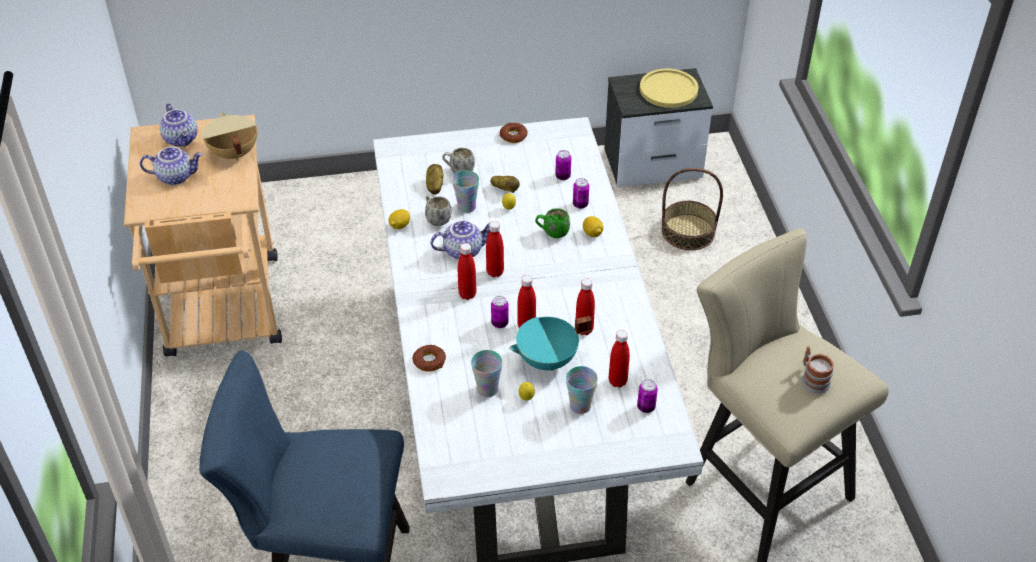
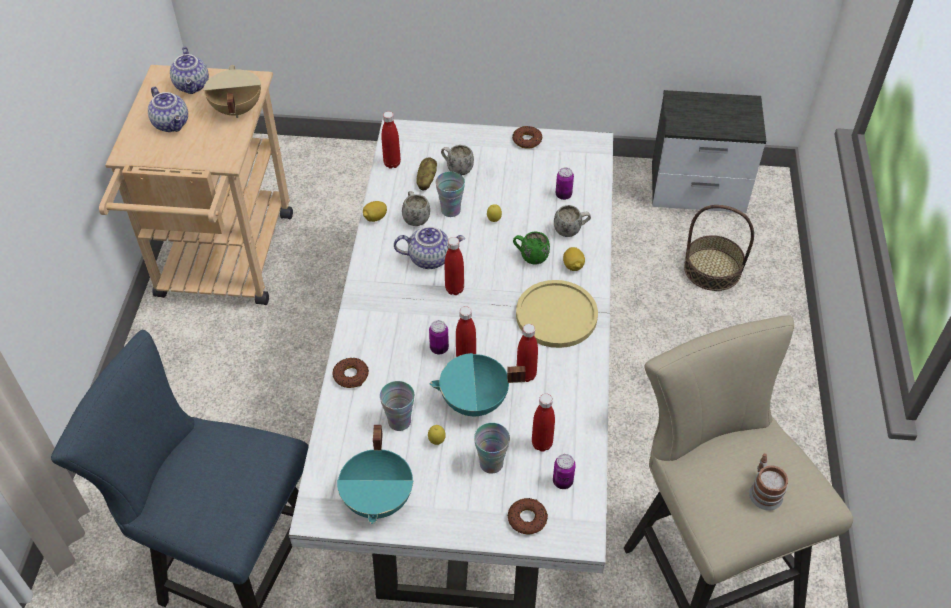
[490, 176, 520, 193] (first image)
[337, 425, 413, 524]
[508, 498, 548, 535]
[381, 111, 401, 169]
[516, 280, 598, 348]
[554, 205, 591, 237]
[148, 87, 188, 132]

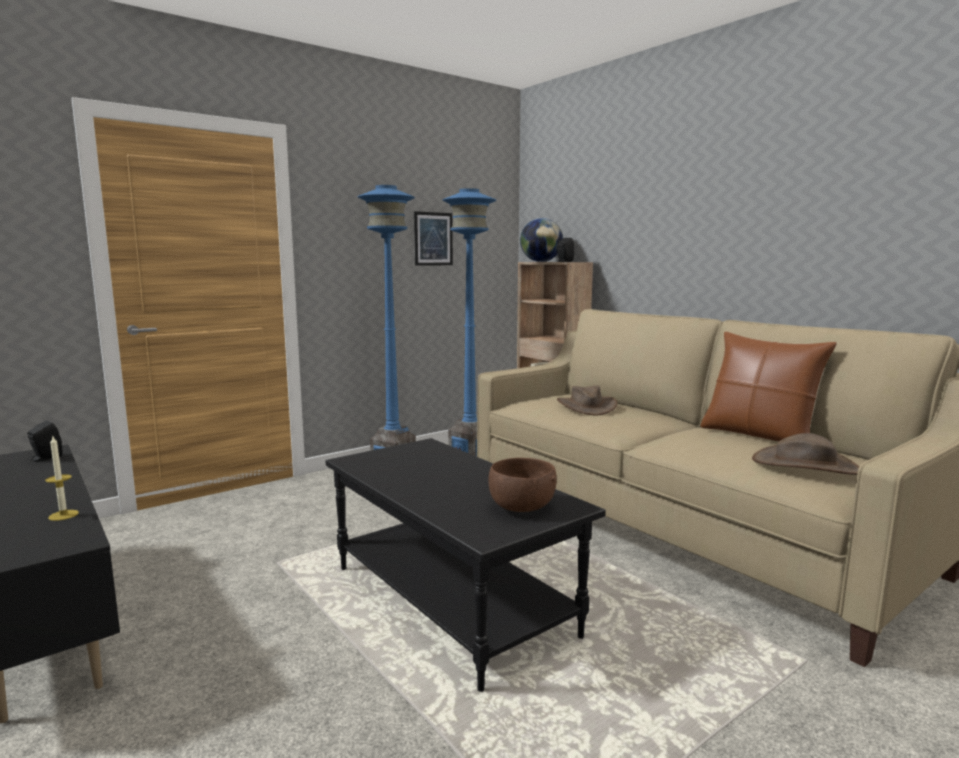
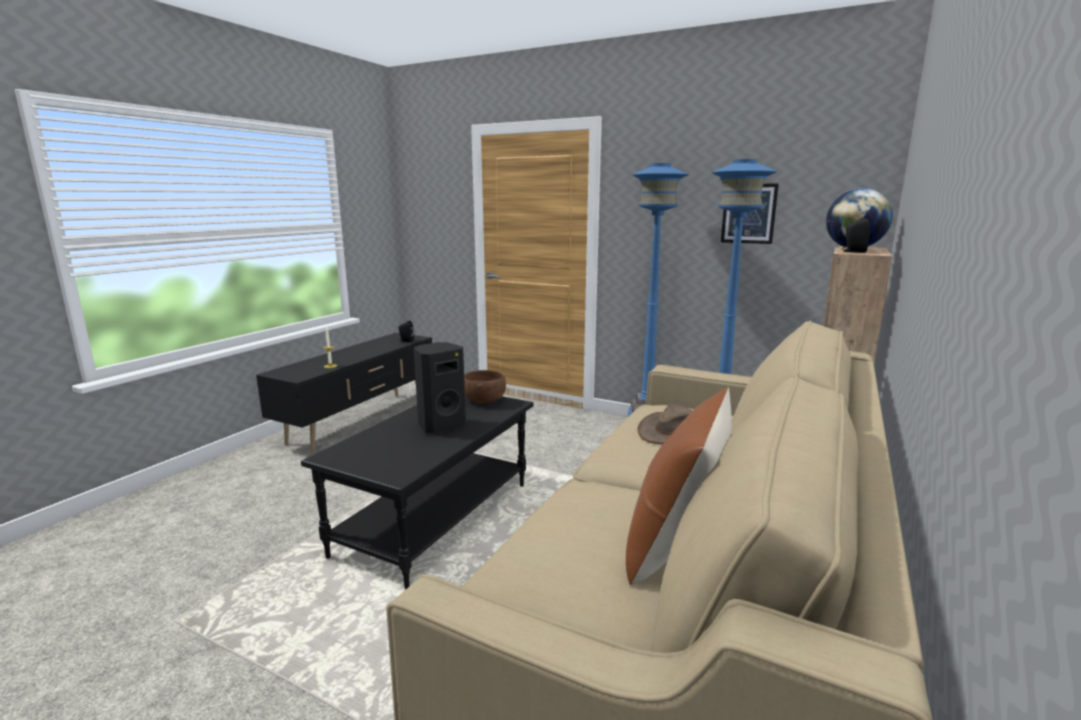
[752, 433, 859, 475] (first image)
[414, 342, 466, 434]
[464, 370, 506, 403]

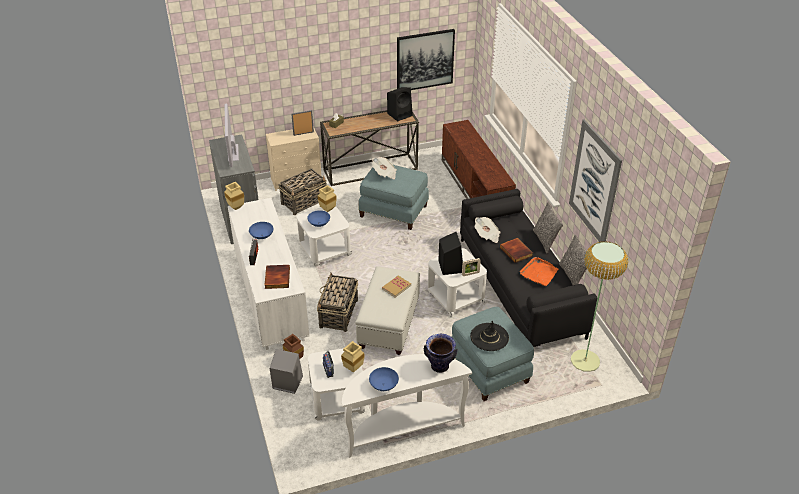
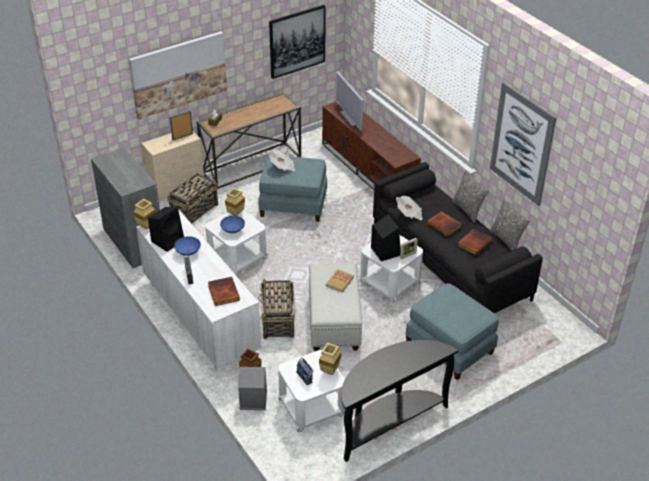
[369, 367, 399, 391] (first image)
[424, 334, 458, 373] (first image)
[470, 321, 509, 351] (first image)
[571, 241, 628, 371] (first image)
[129, 31, 227, 119]
[336, 72, 364, 130]
[148, 207, 184, 252]
[458, 229, 492, 256]
[341, 340, 458, 462]

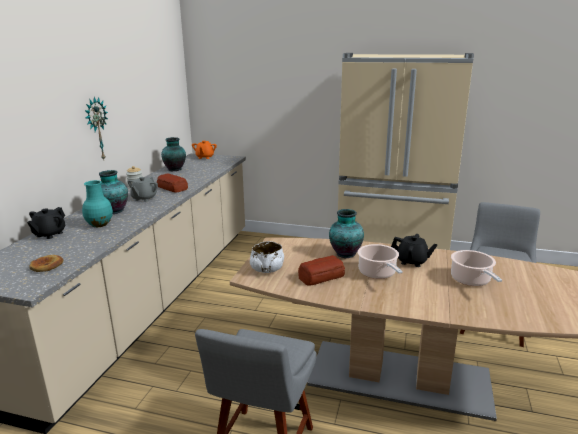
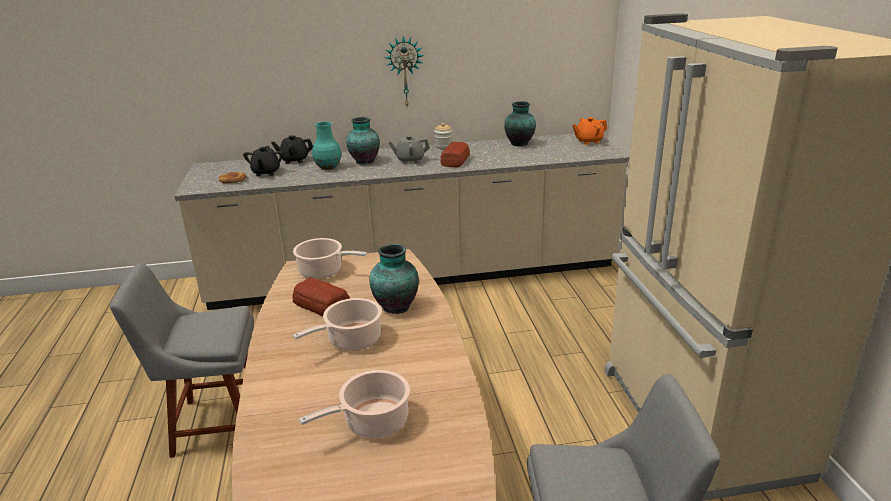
[243, 146, 284, 176]
[293, 238, 367, 279]

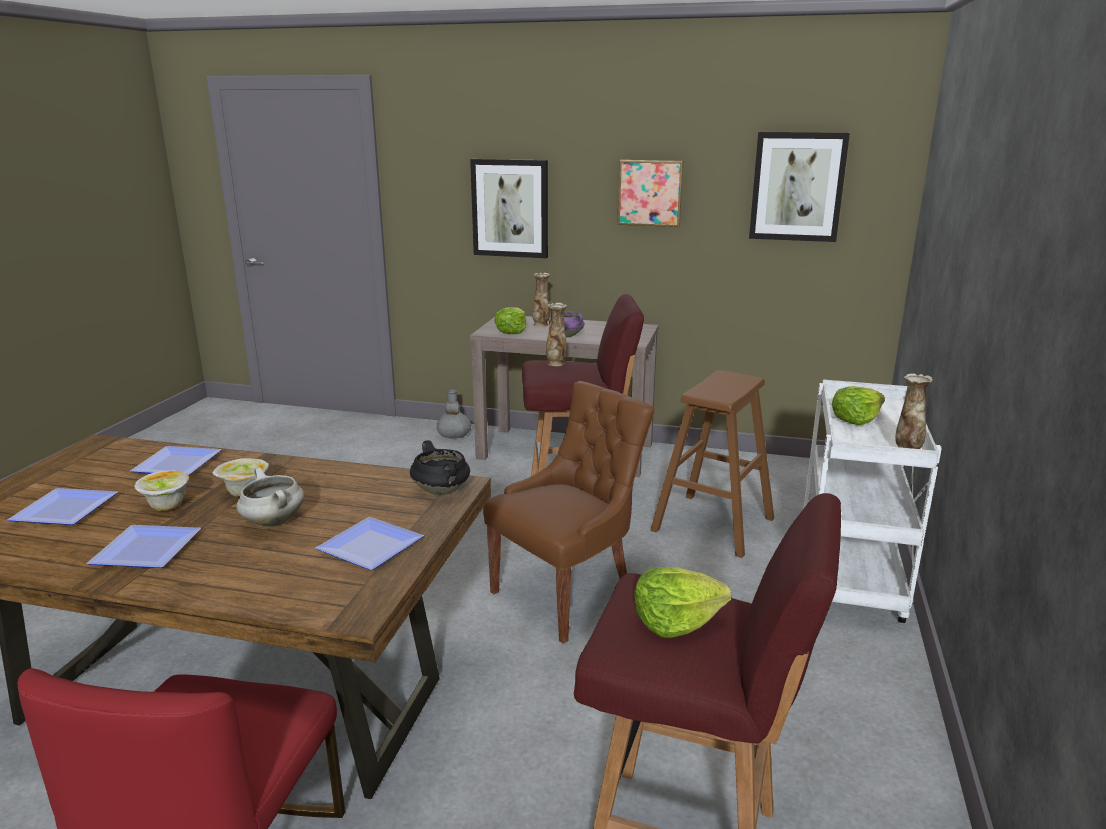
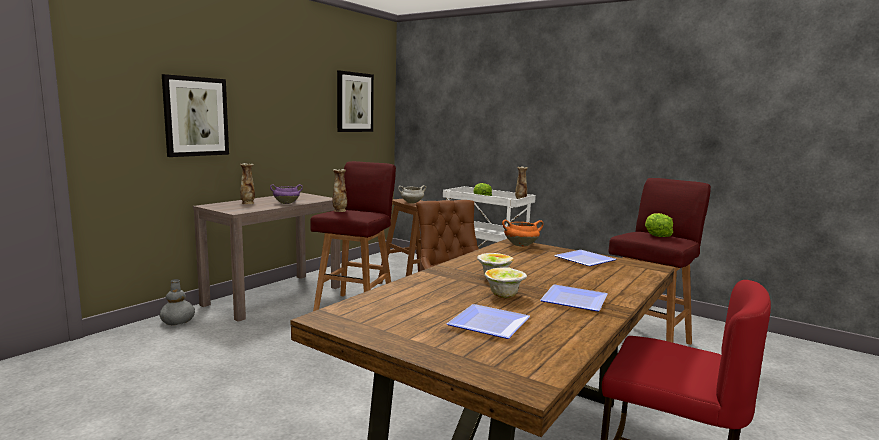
[130, 446, 222, 475] (first image)
[494, 307, 526, 334] (first image)
[617, 160, 684, 227] (first image)
[398, 185, 426, 203]
[502, 220, 543, 247]

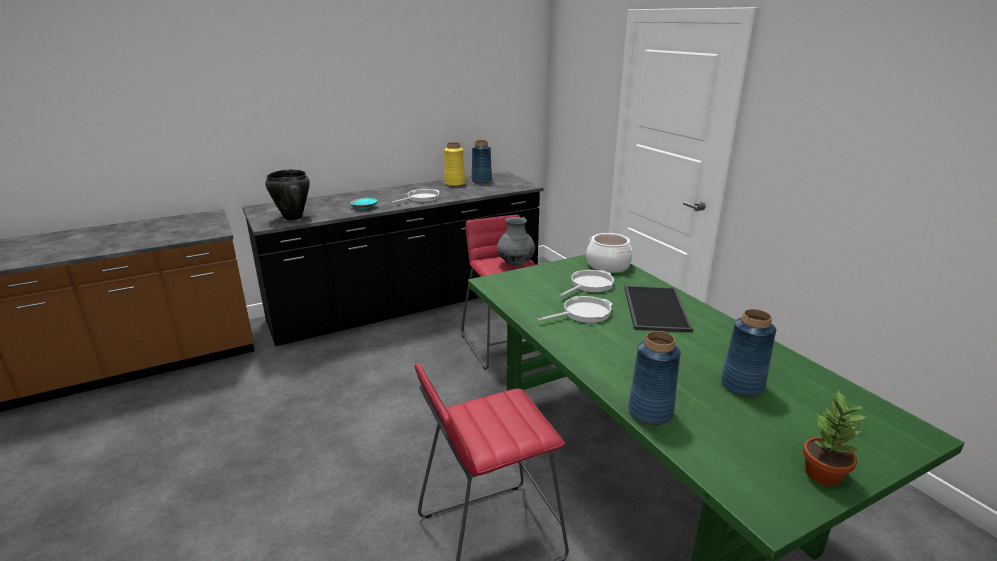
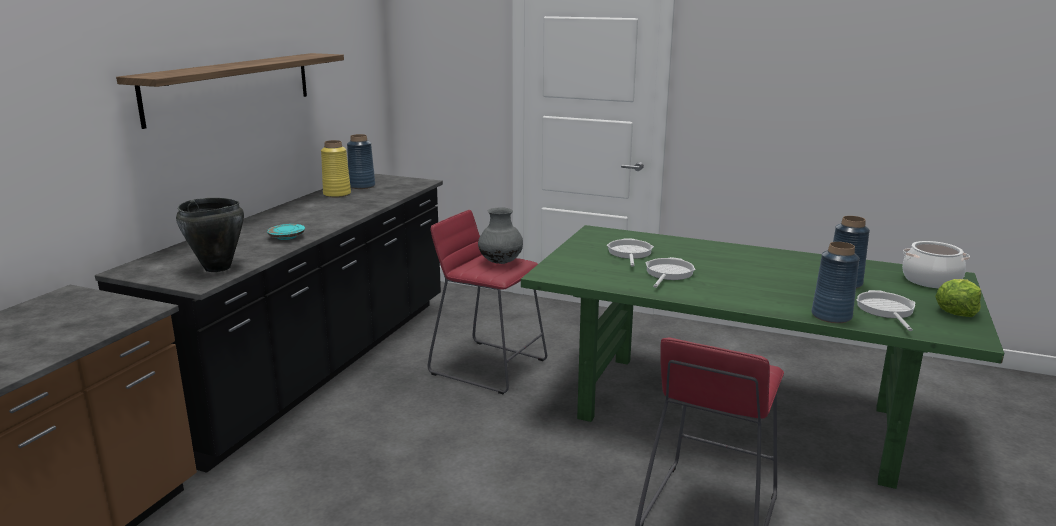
[624, 286, 693, 332] (first image)
[116, 53, 344, 129]
[857, 290, 915, 331]
[902, 241, 970, 288]
[935, 279, 981, 317]

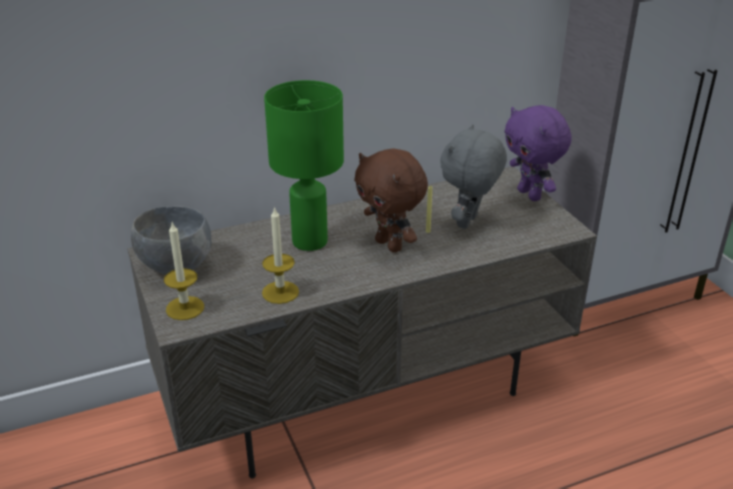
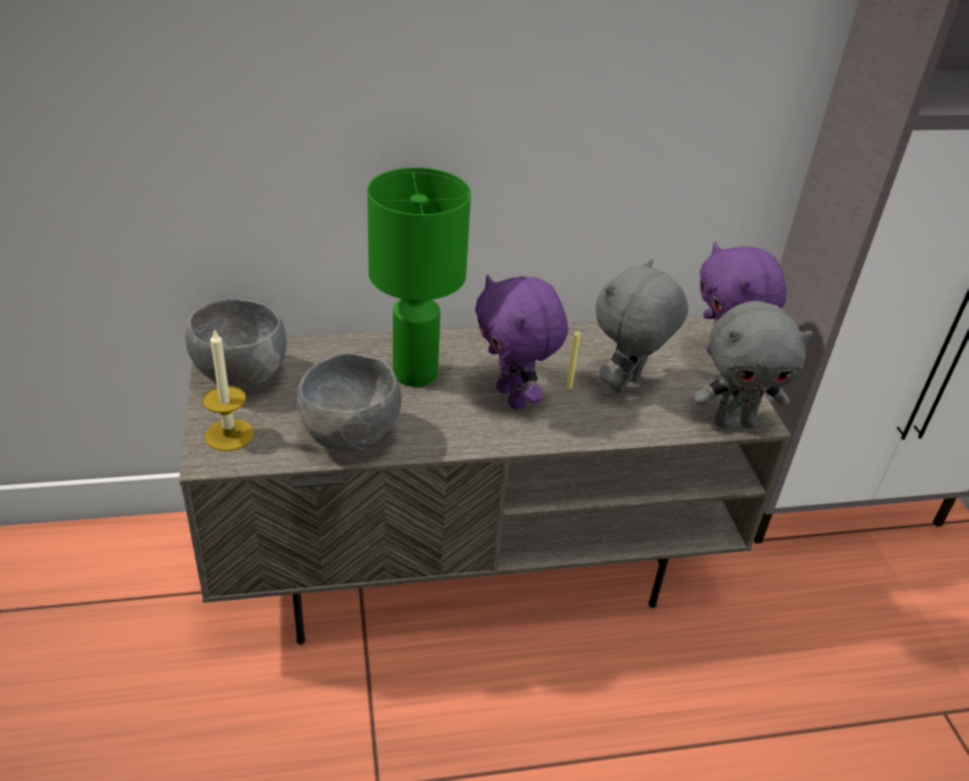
[693, 301, 813, 429]
[297, 353, 401, 452]
[475, 275, 568, 409]

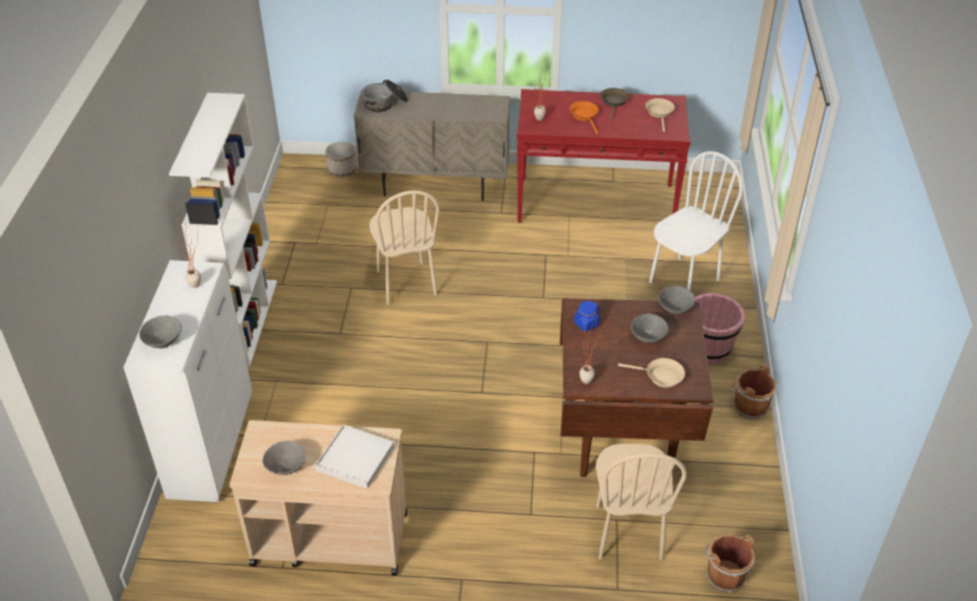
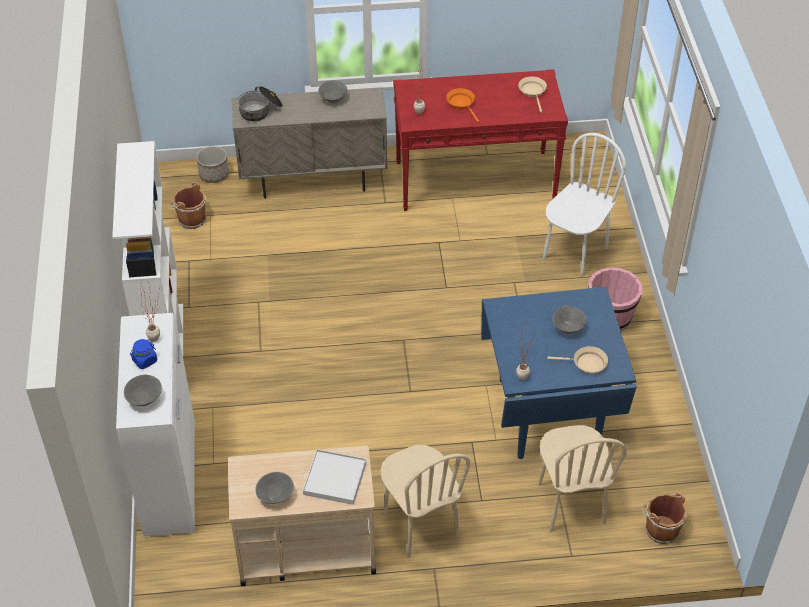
[600, 88, 629, 120] (first image)
[380, 445, 471, 558]
[130, 339, 157, 369]
[318, 80, 347, 103]
[170, 182, 207, 229]
[481, 287, 637, 459]

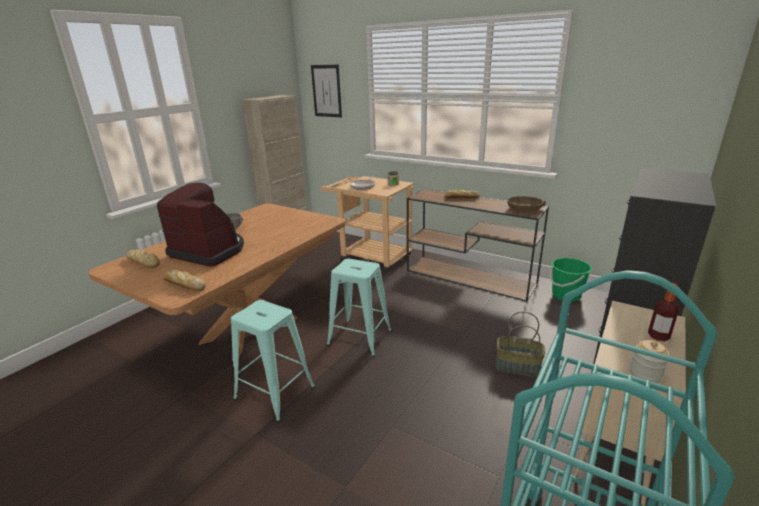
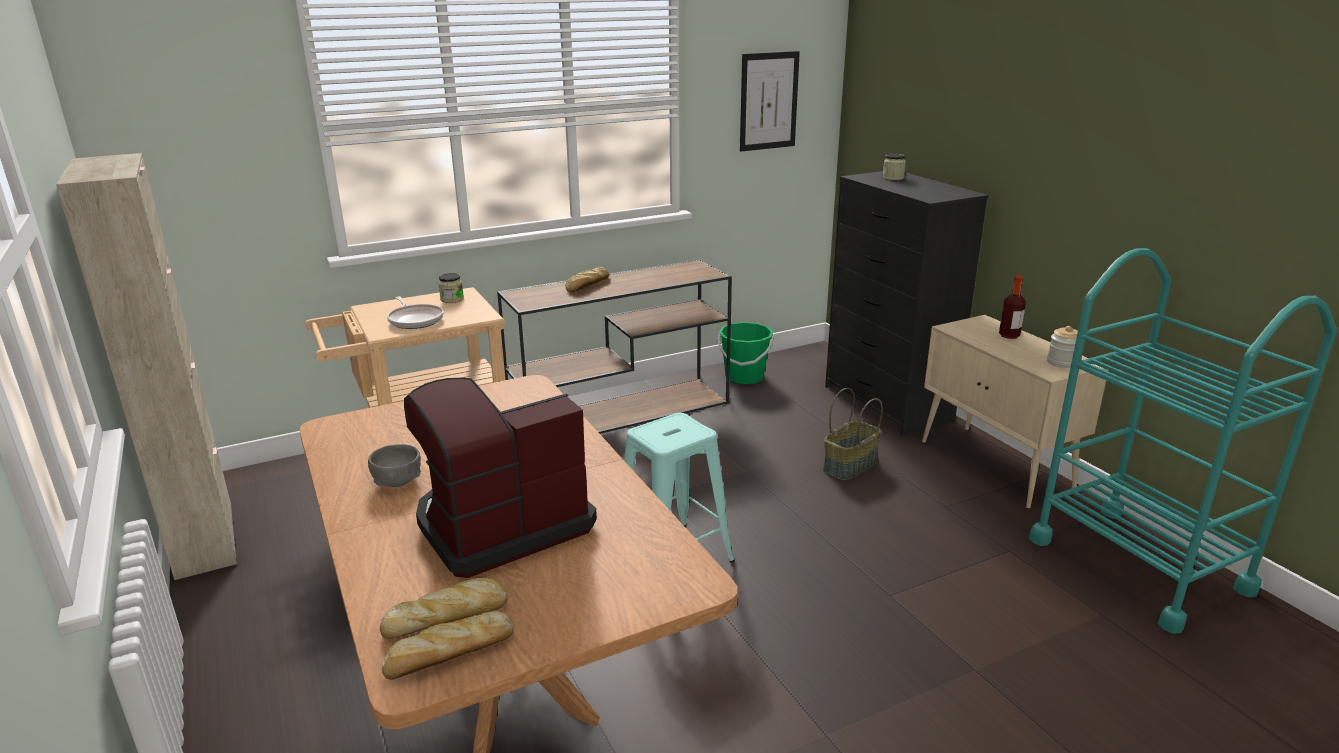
[231, 300, 315, 422] (first image)
[507, 196, 546, 213] (first image)
[883, 154, 906, 180]
[382, 611, 514, 680]
[740, 51, 800, 151]

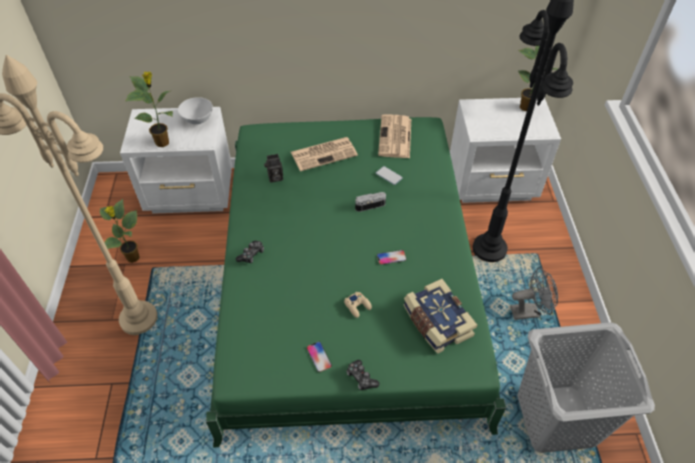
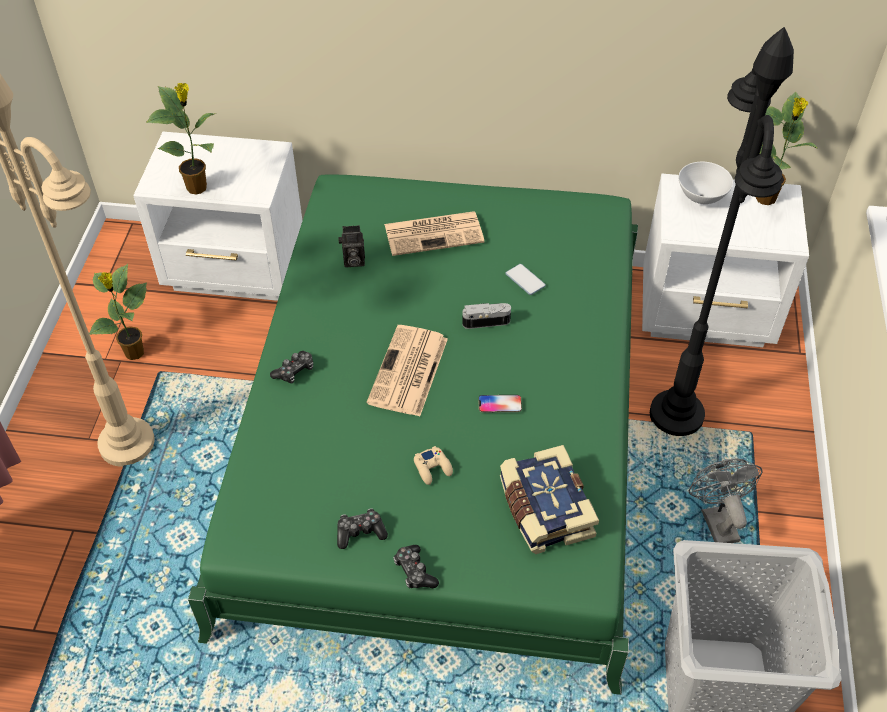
[679, 162, 733, 204]
[367, 325, 448, 417]
[337, 509, 388, 549]
[689, 459, 763, 543]

